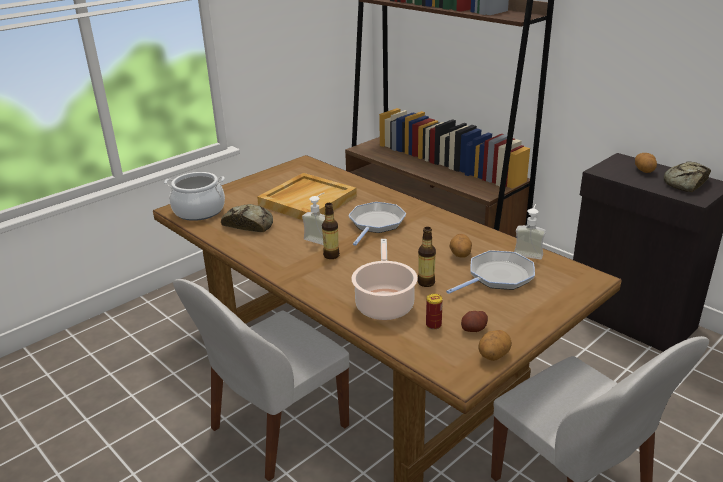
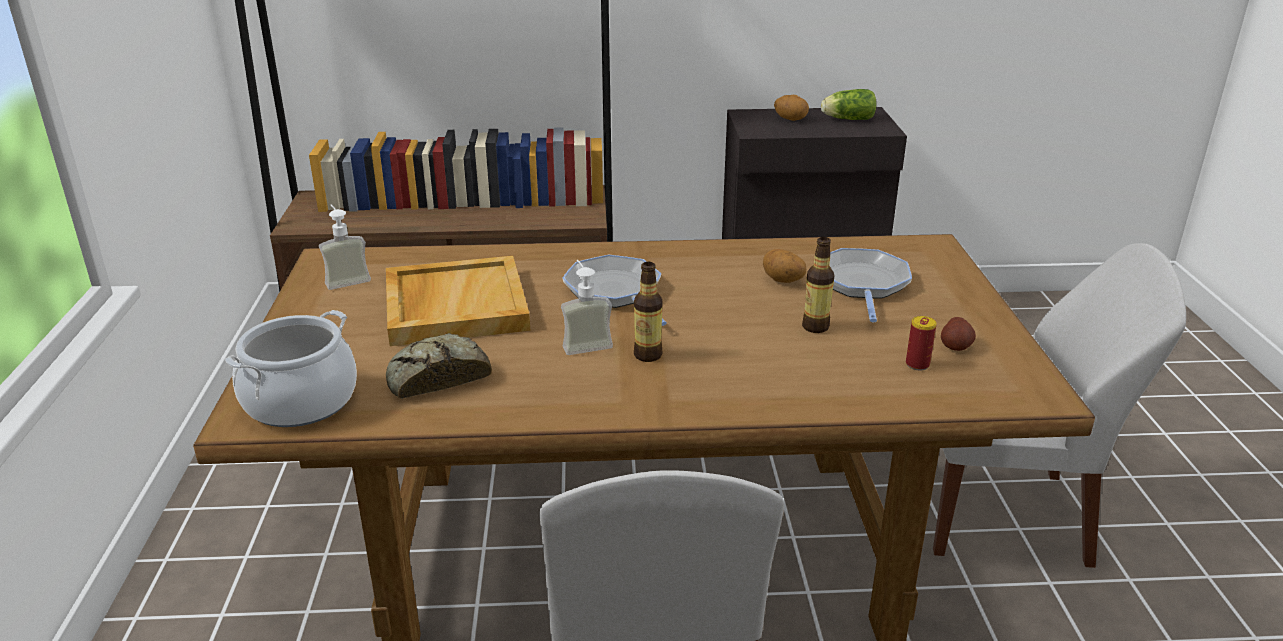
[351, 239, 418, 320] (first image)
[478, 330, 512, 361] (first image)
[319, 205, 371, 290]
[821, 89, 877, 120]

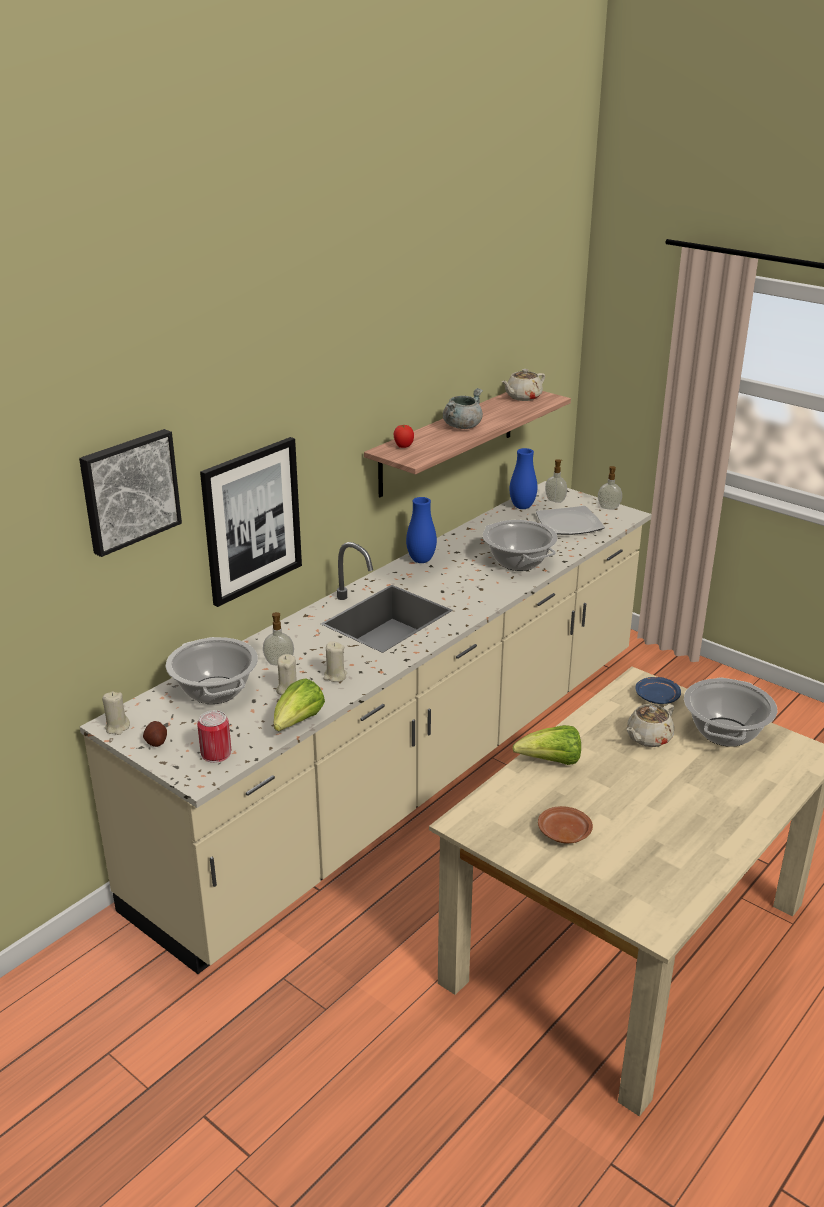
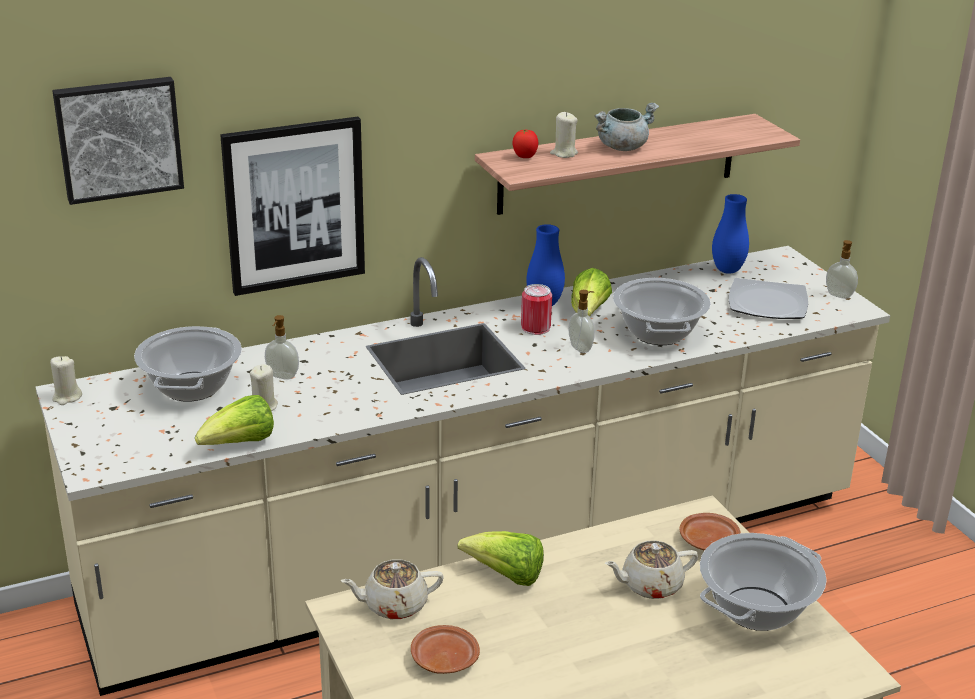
[143, 721, 167, 747] (first image)
[571, 268, 612, 317]
[521, 284, 552, 335]
[550, 112, 578, 158]
[341, 559, 444, 619]
[569, 290, 595, 353]
[679, 513, 741, 551]

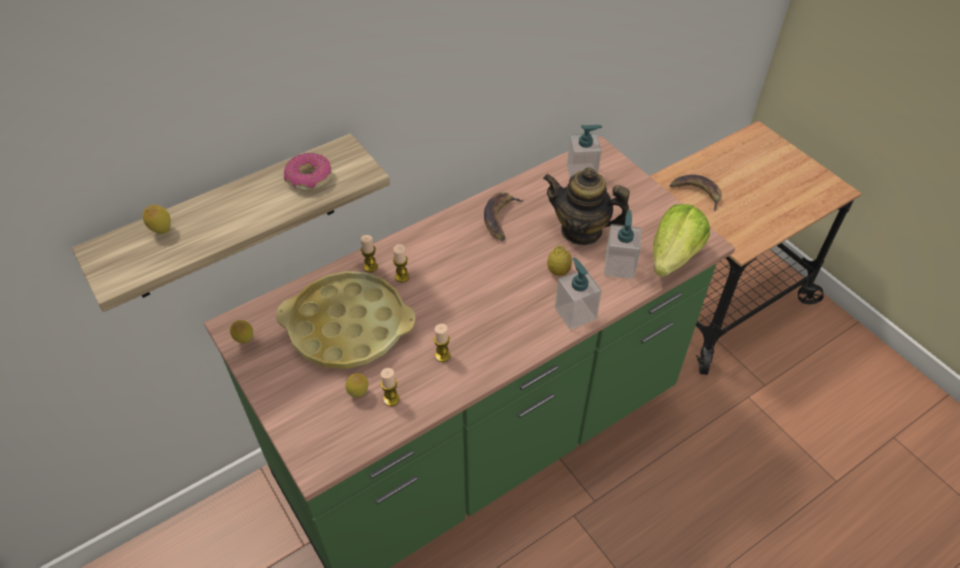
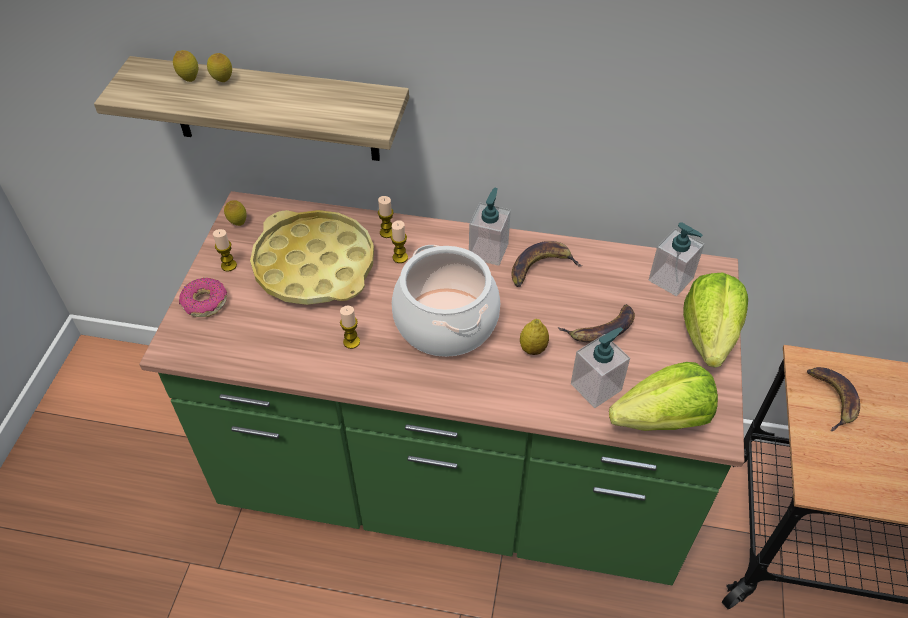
[392, 245, 500, 357]
[683, 273, 748, 368]
[179, 278, 227, 317]
[207, 53, 232, 82]
[213, 229, 237, 271]
[469, 188, 511, 266]
[558, 304, 635, 343]

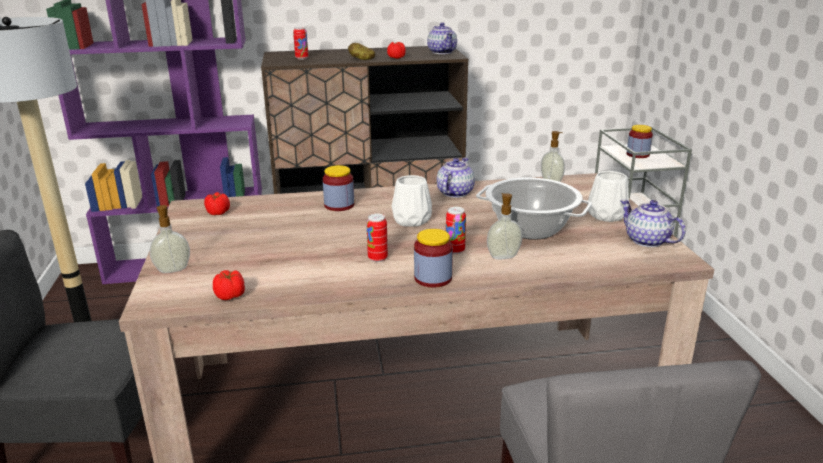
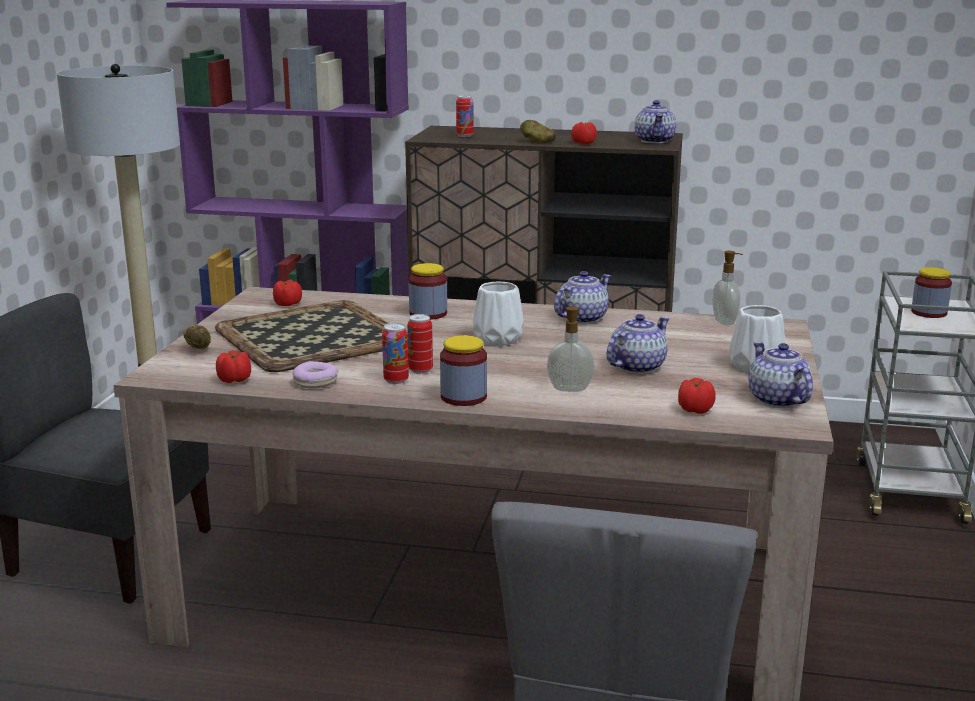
[215, 300, 390, 372]
[292, 361, 338, 388]
[678, 378, 716, 414]
[382, 323, 409, 384]
[183, 325, 211, 349]
[606, 314, 670, 374]

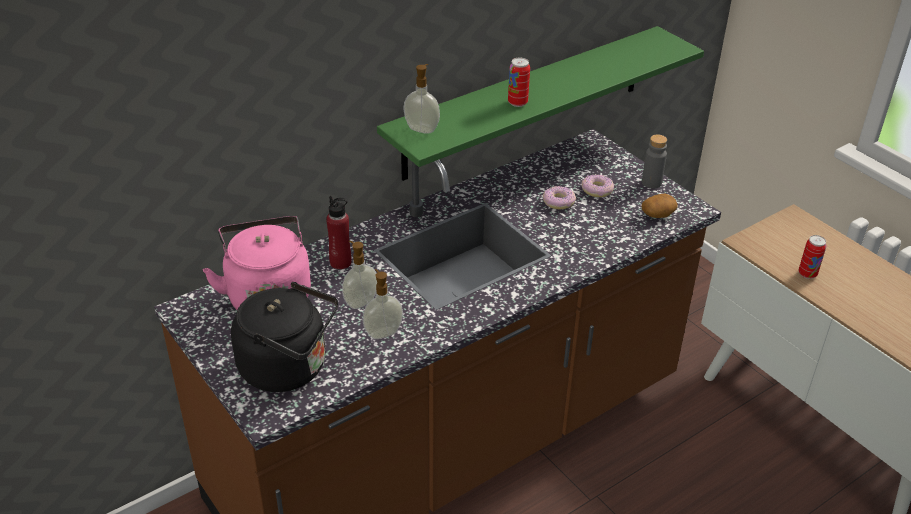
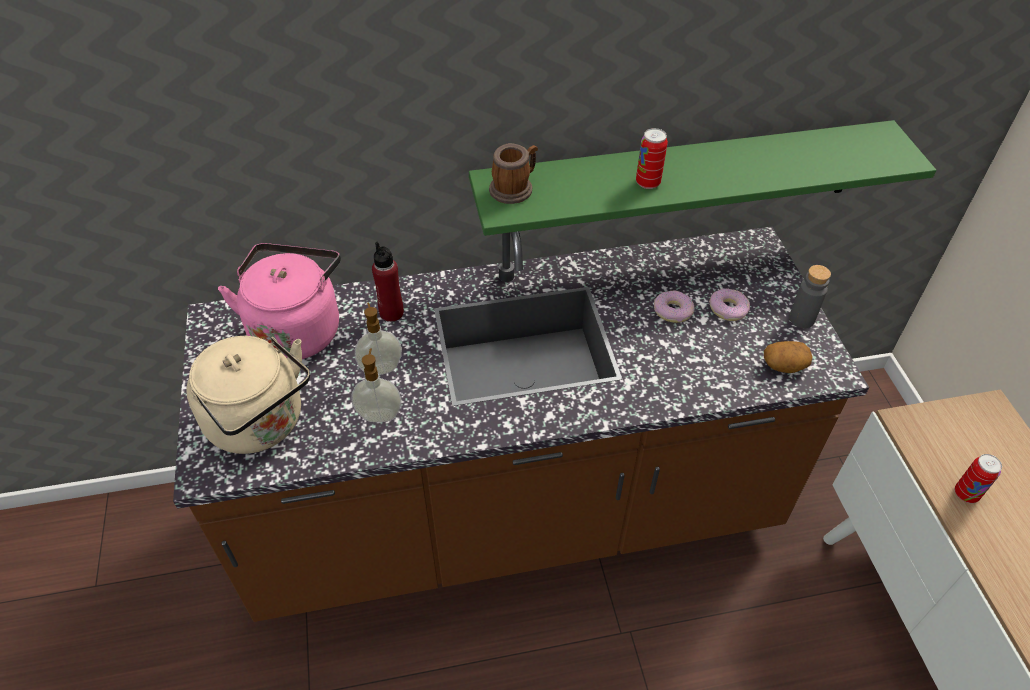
[489, 143, 538, 204]
[187, 336, 310, 454]

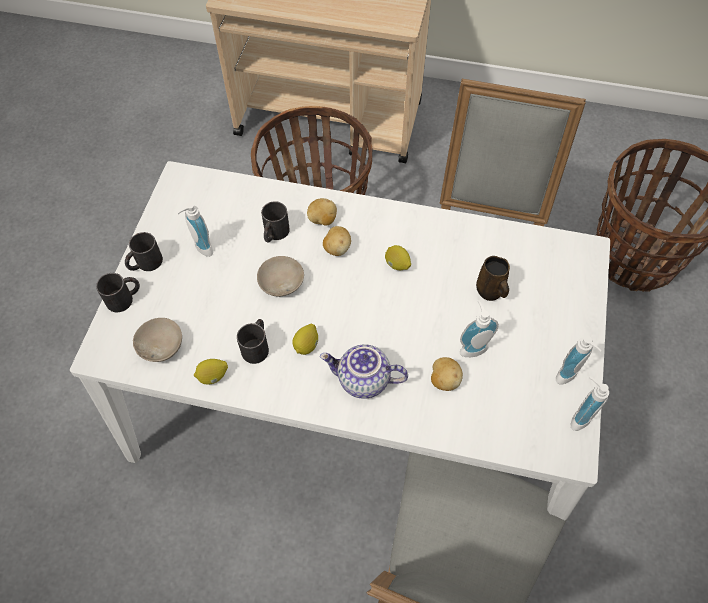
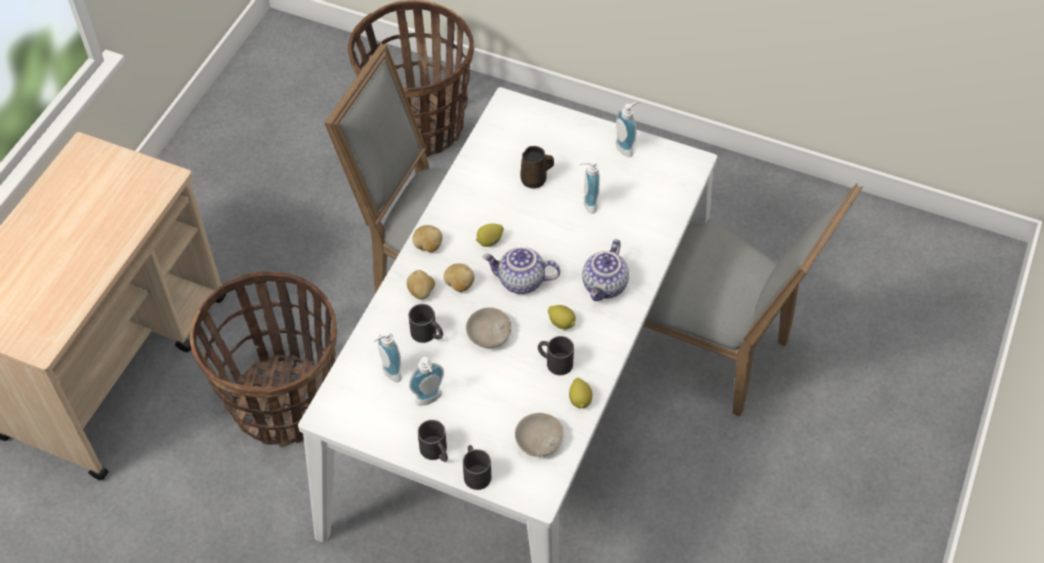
[483, 247, 560, 294]
[412, 225, 442, 252]
[373, 330, 402, 382]

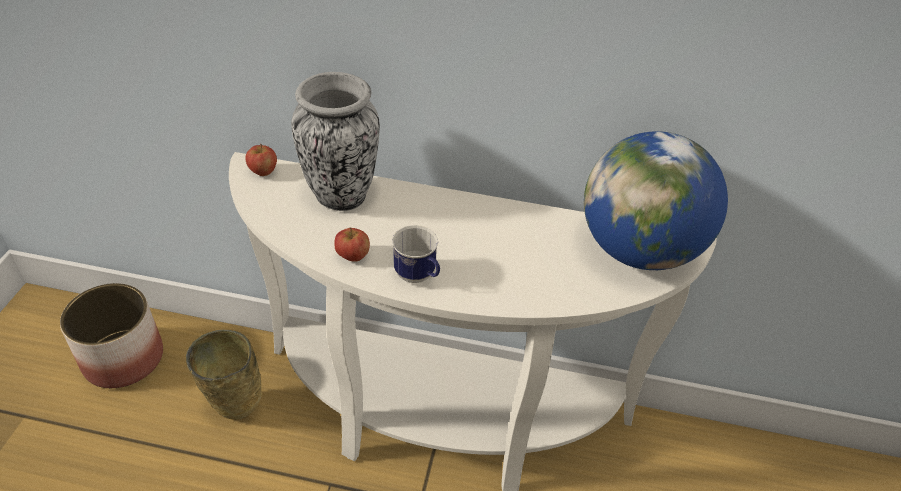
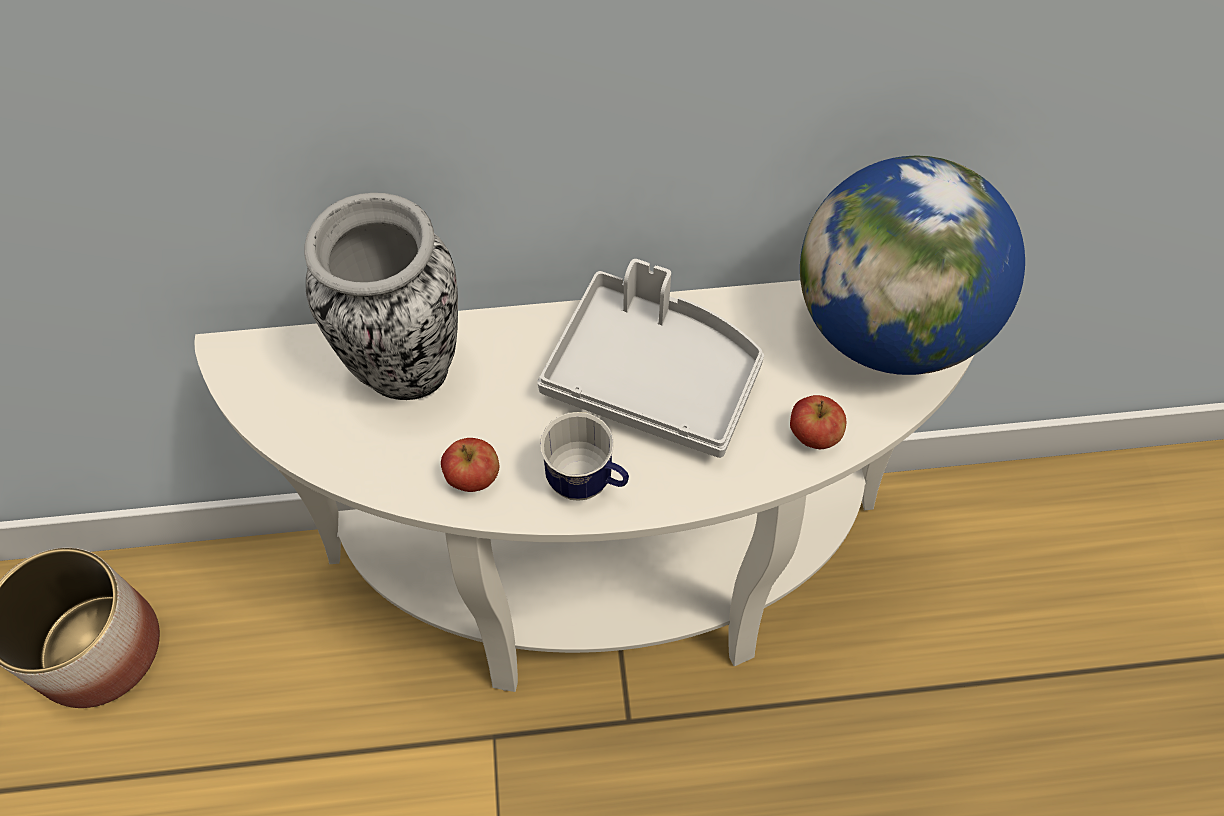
[186, 330, 262, 420] (first image)
[537, 259, 764, 458]
[790, 395, 846, 449]

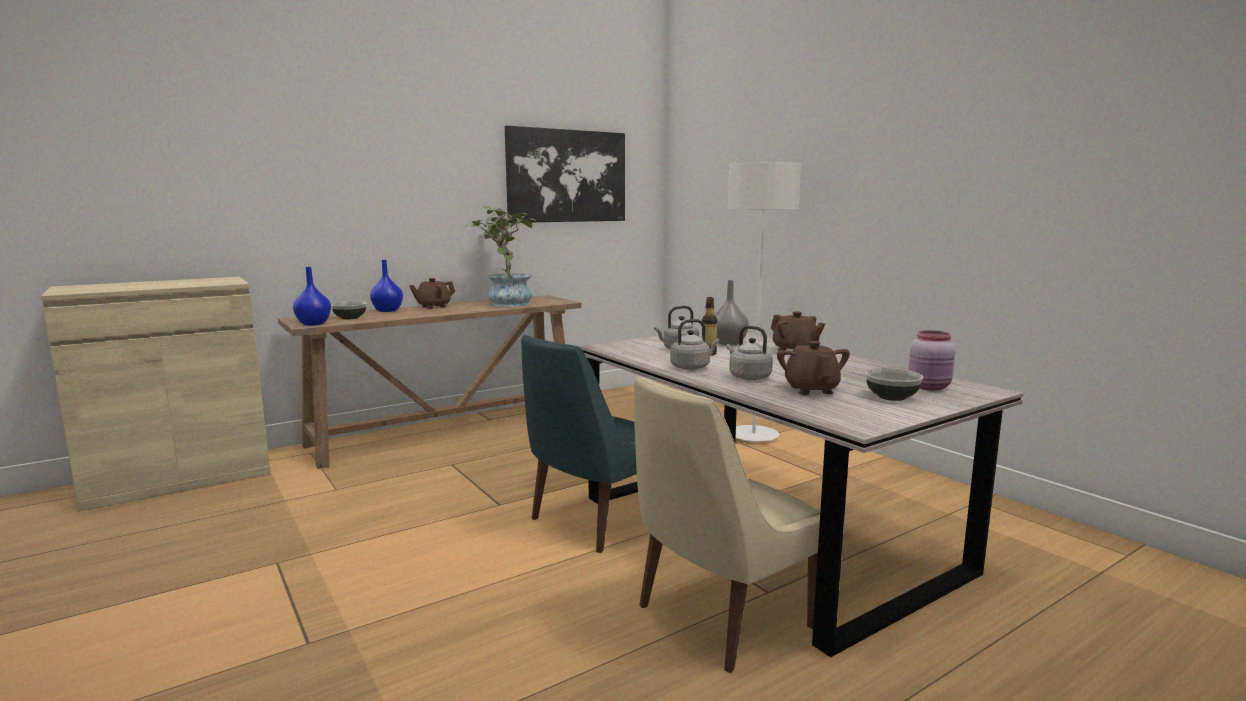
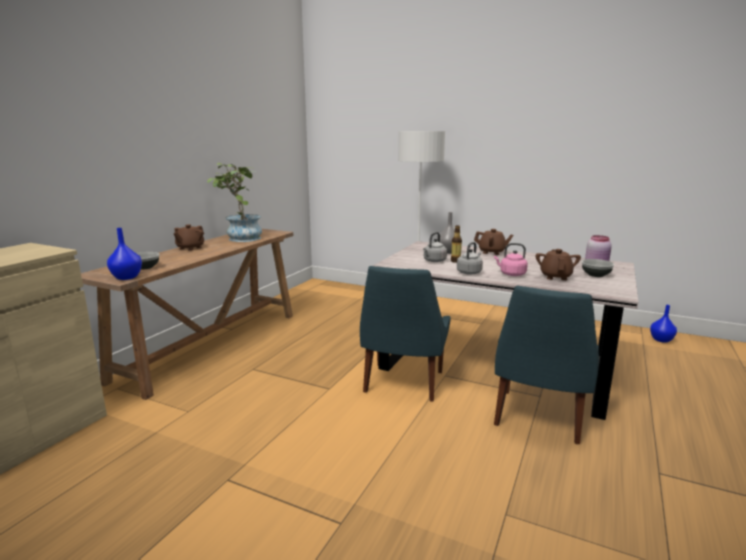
[505, 126, 625, 223] (first image)
[650, 305, 677, 343]
[494, 286, 599, 444]
[494, 243, 528, 276]
[536, 249, 581, 280]

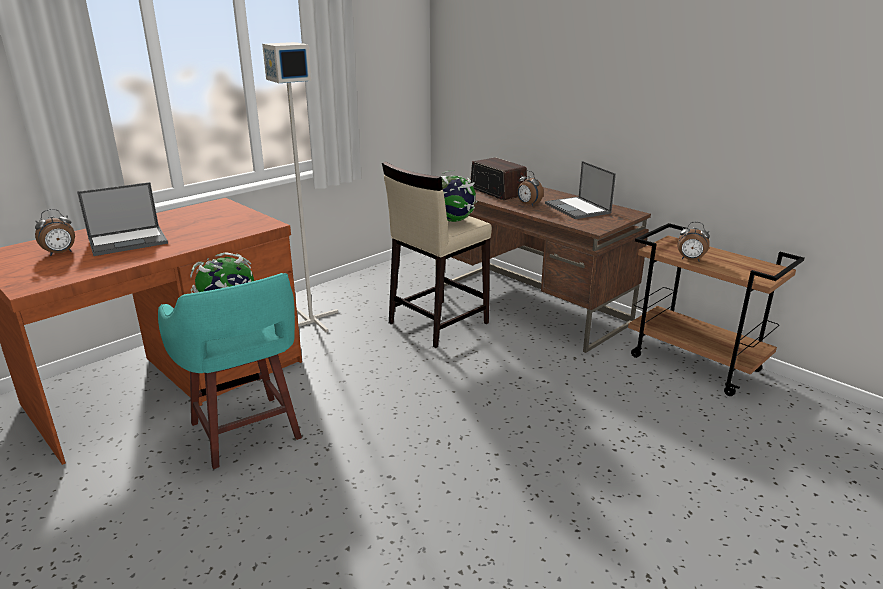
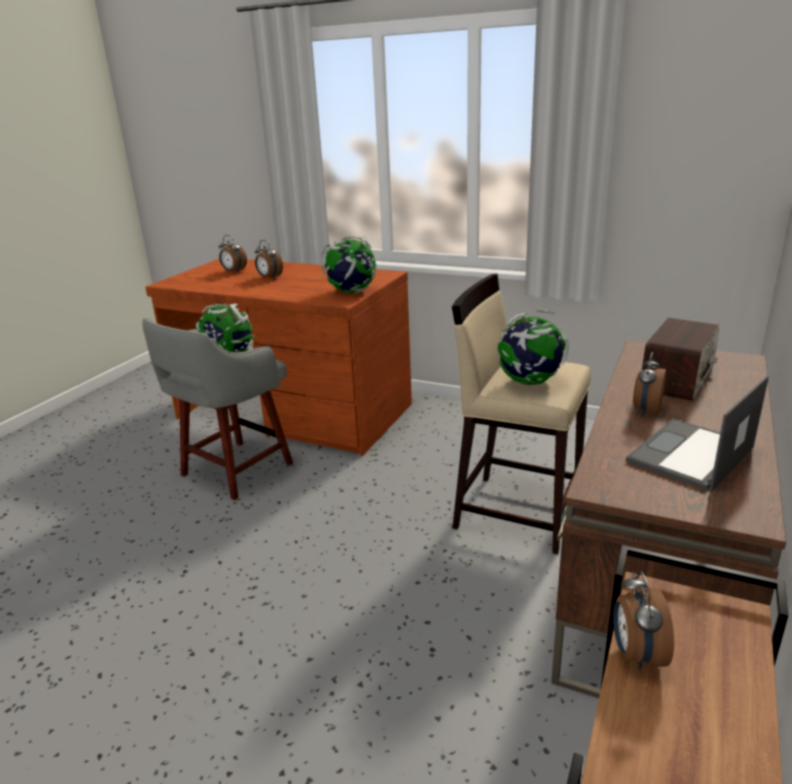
[262, 42, 338, 332] (first image)
[321, 236, 377, 293]
[255, 240, 283, 279]
[142, 318, 293, 500]

